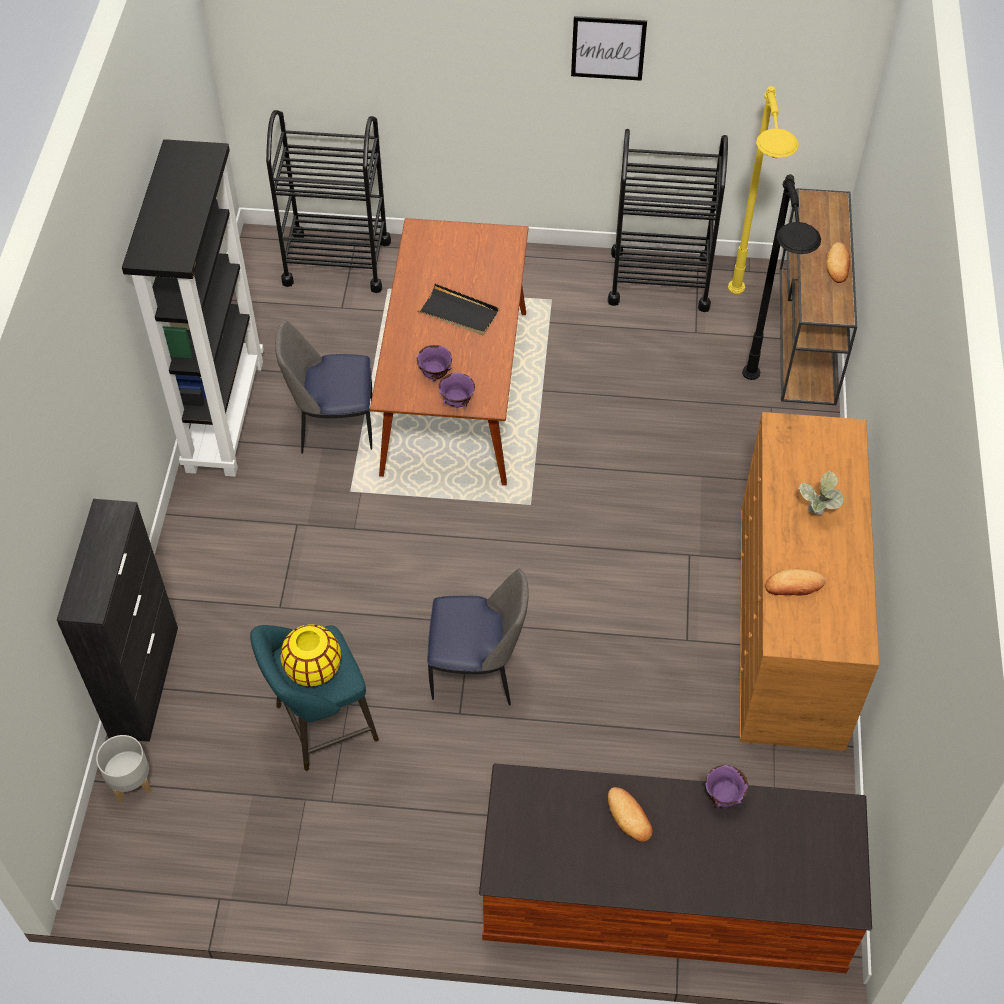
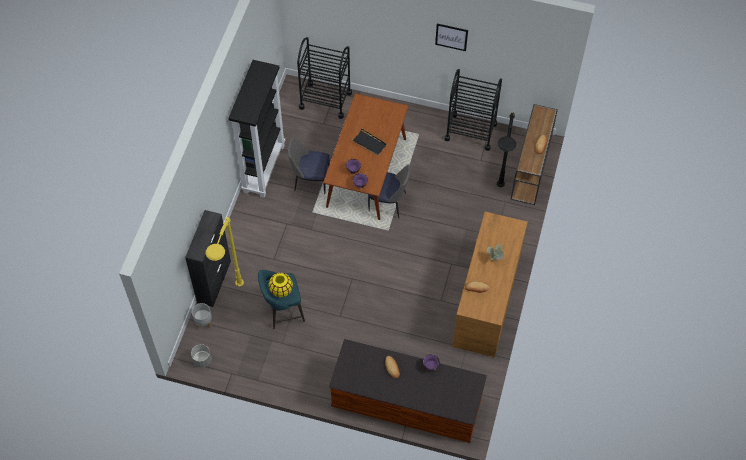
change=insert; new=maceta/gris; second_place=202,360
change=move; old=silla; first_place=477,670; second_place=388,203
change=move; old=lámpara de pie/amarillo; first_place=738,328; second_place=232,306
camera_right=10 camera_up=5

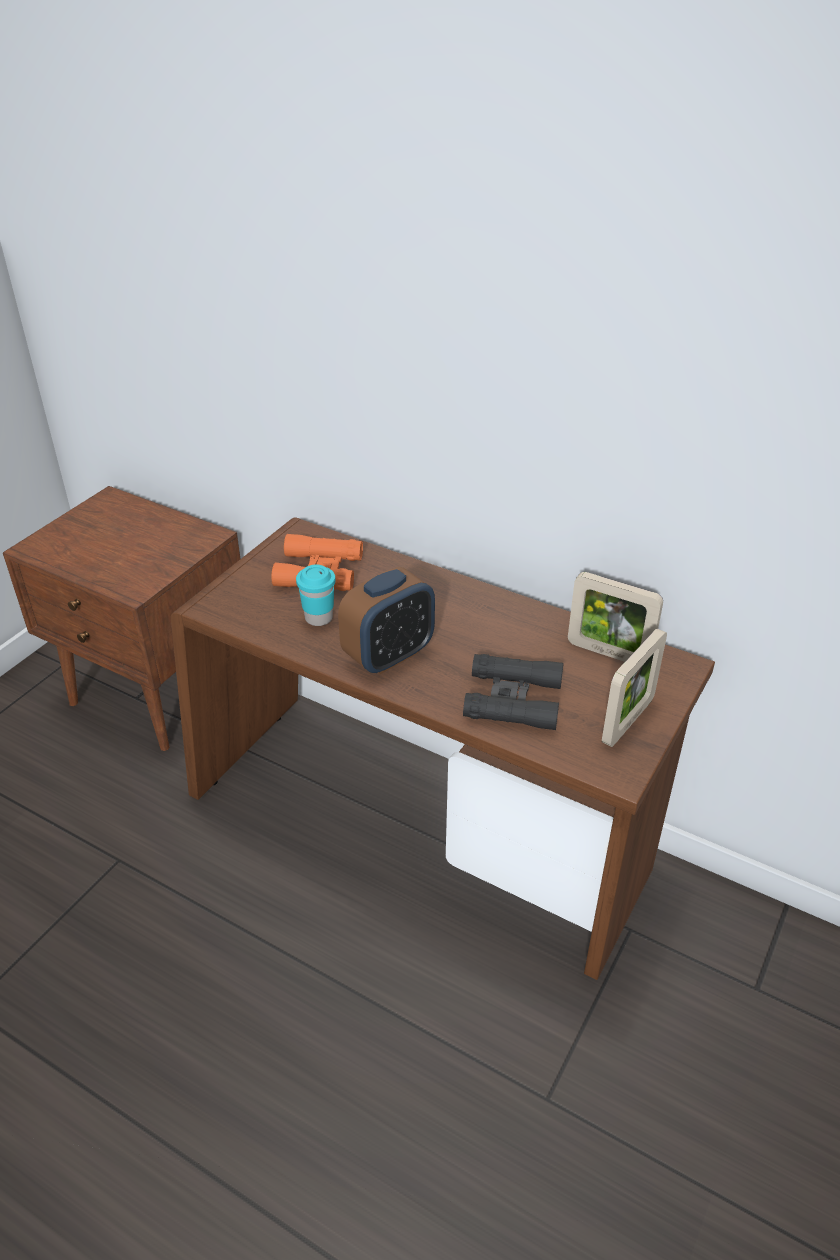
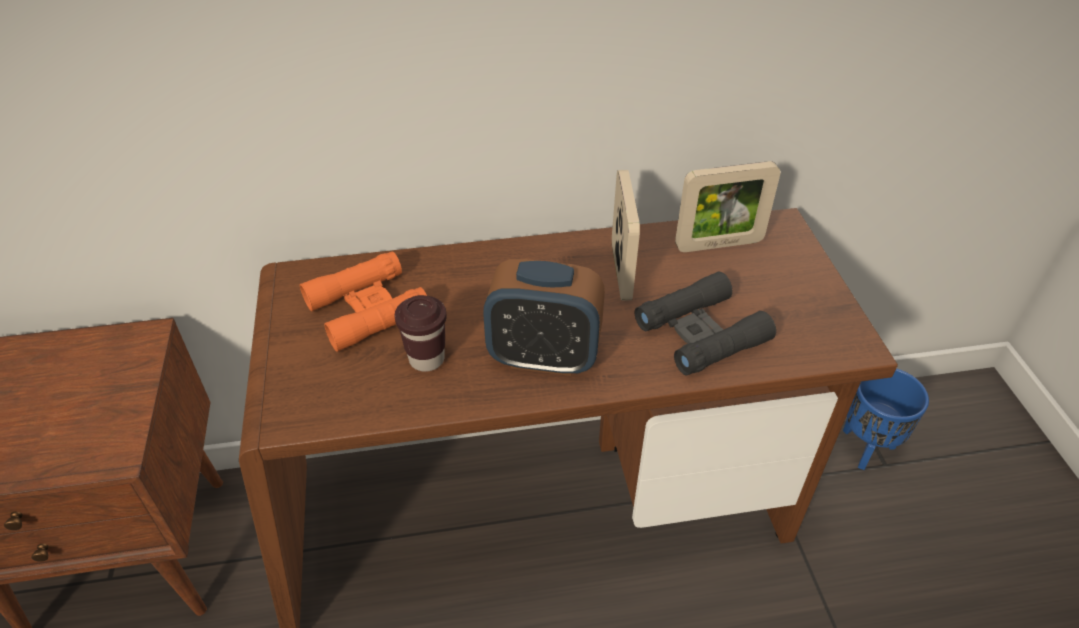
change=insert; new=maceta/azul; second_place=867,448
change=move; old=portarretratos; first_place=628,721; second_place=621,272
change=recolor; old=taza/turquesa; new=taza/marrón; first_place=319,618; second_place=426,359
change=rotate; old=despertador; first_place=389,655; second_place=544,357; degrees=90
camera_right=-40 camera_up=5

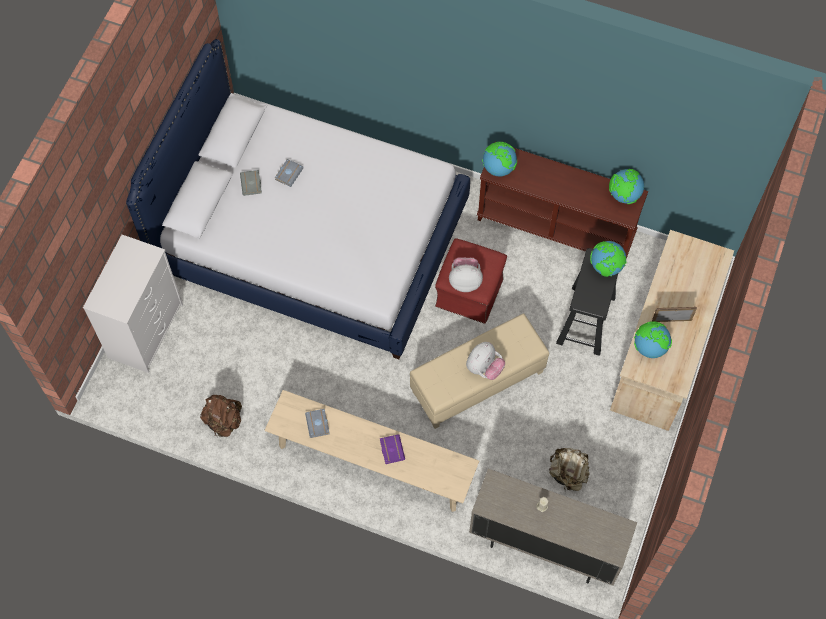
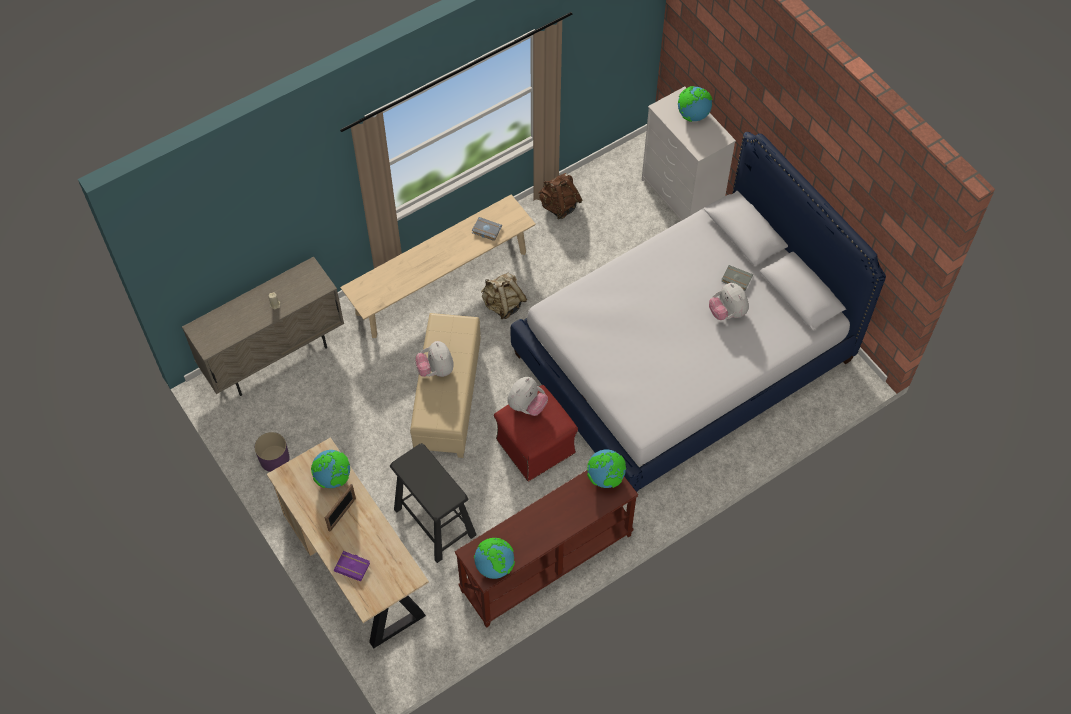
change=insert; new=maceta/morado; second_place=274,458
change=move; old=libro/morado; first_place=391,449; second_place=353,566
change=move; old=mochila/beis; first_place=568,474; second_place=503,305
change=move; old=globo terráqueo; first_place=606,267; second_place=692,115
change=replace; old=libro/gris; new=peluche; first_place=288,173; second_place=727,312
camera_right=125 camera_up=-5

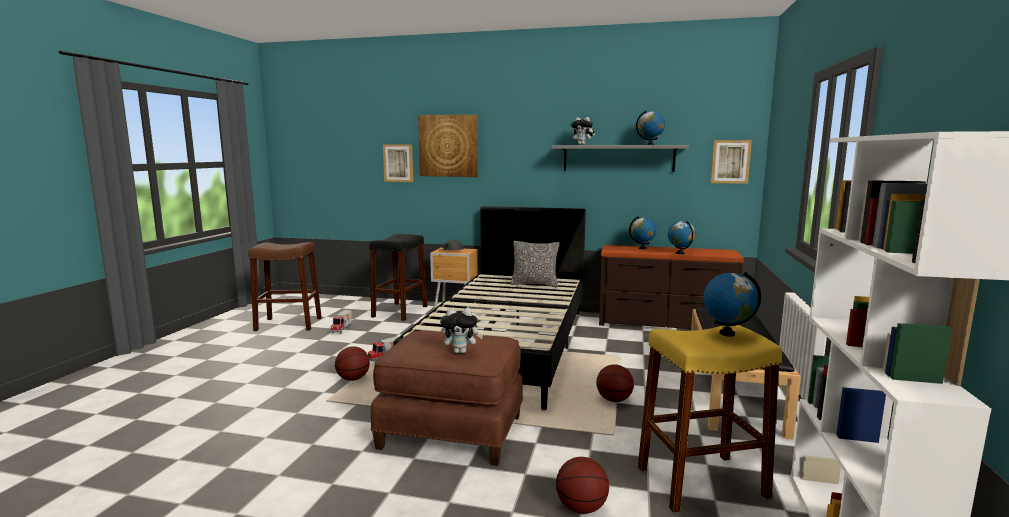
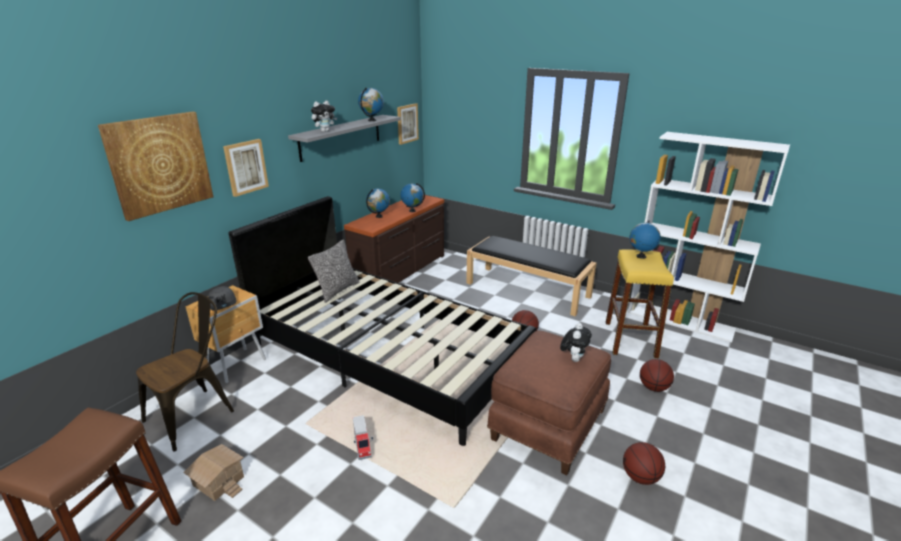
change=move; old=balón de baloncesto; first_place=353,379; second_place=640,477
change=move; old=cuadro; first_place=398,163; second_place=245,167
change=replace; old=camión de juguete; new=casita; first_place=342,330; second_place=219,480
change=replace; old=taburete/negro; new=silla/marrón; first_place=400,311; second_place=196,413
camera_right=-70 camera_up=15

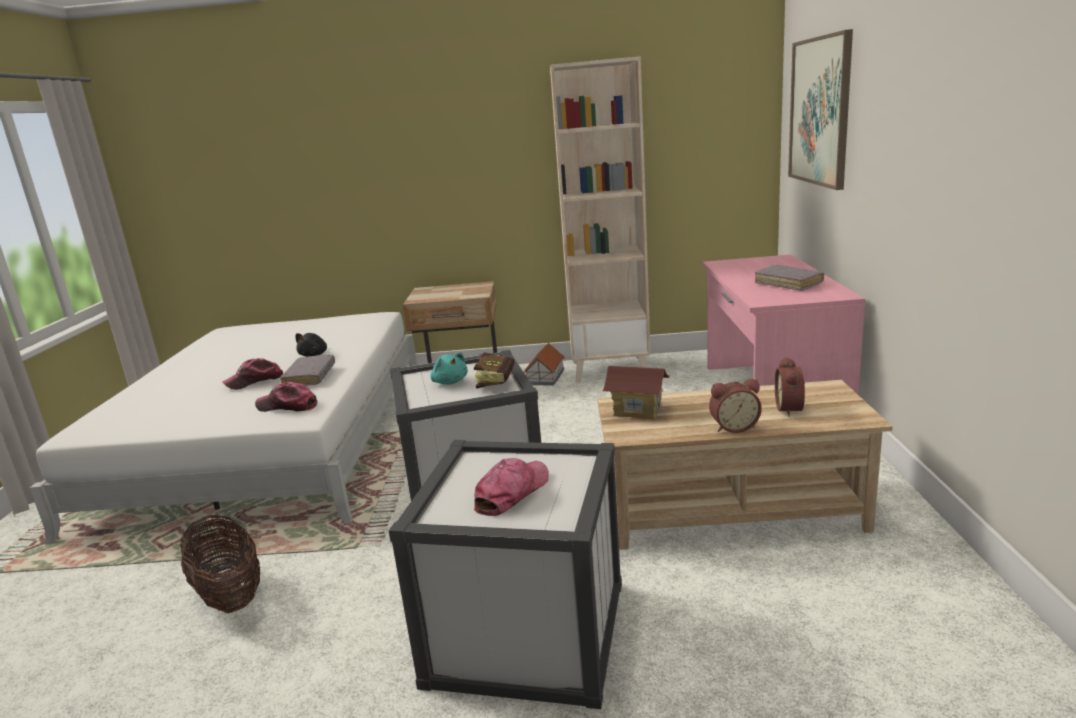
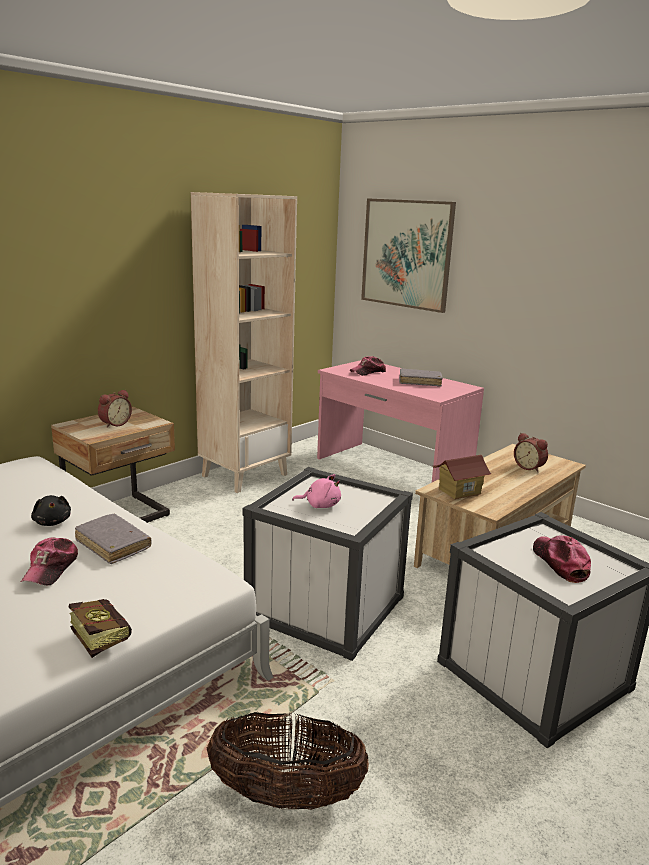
change=delete; old=casita; first_place=546,377
change=move; old=gorra; first_place=287,406; second_place=368,372
change=move; old=libro; first_place=496,382; second_place=97,637
change=move; old=despertador; first_place=733,427; second_place=114,424
change=recolor; old=peluche/turquesa; new=peluche/rosa; first_place=450,382; second_place=320,505
camera_right=-50 camera_up=0

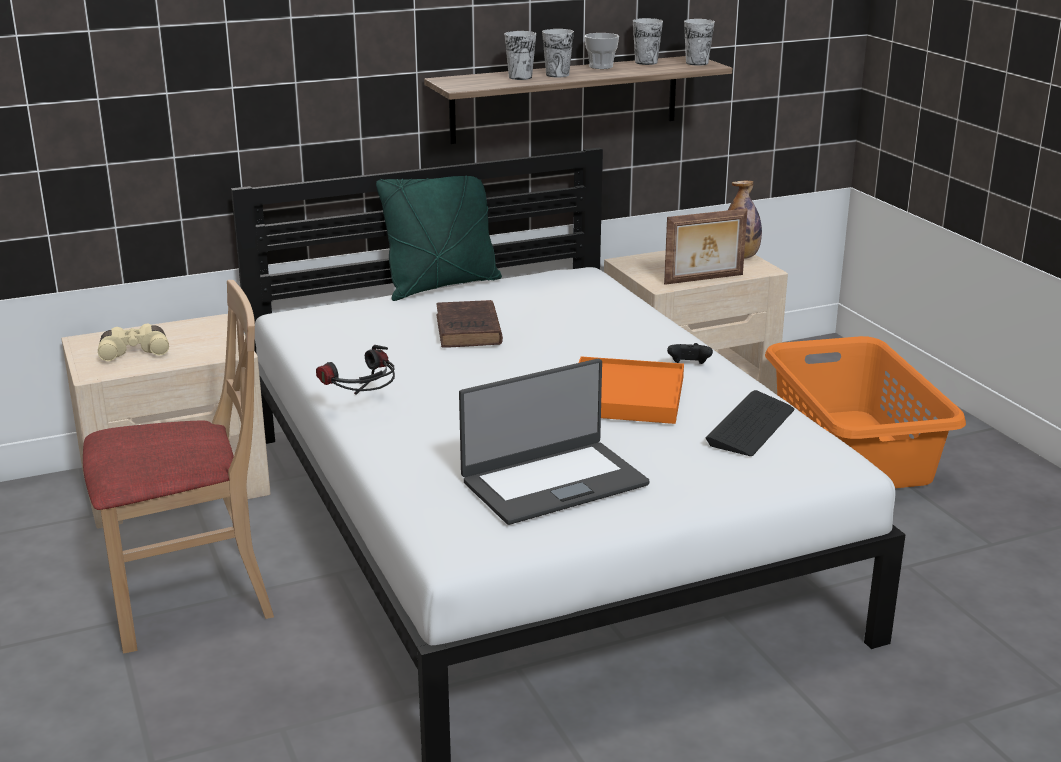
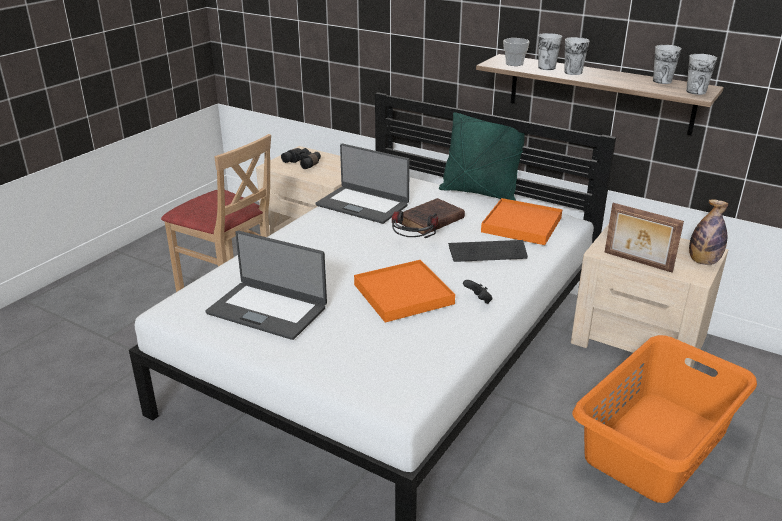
change=insert; new=portátil; second_place=363,205
change=insert; new=bandeja/naranja; second_place=522,225
change=move; old=auriculares; first_place=362,408; second_place=412,246
change=move; old=taza; first_place=601,66; second_place=514,63
change=move; old=teclado; first_place=751,426; second_place=487,252
change=recolor; old=prismáticos/beis; new=prismáticos/negro; first_place=134,351; second_place=303,163
camera_right=55 camera_up=5

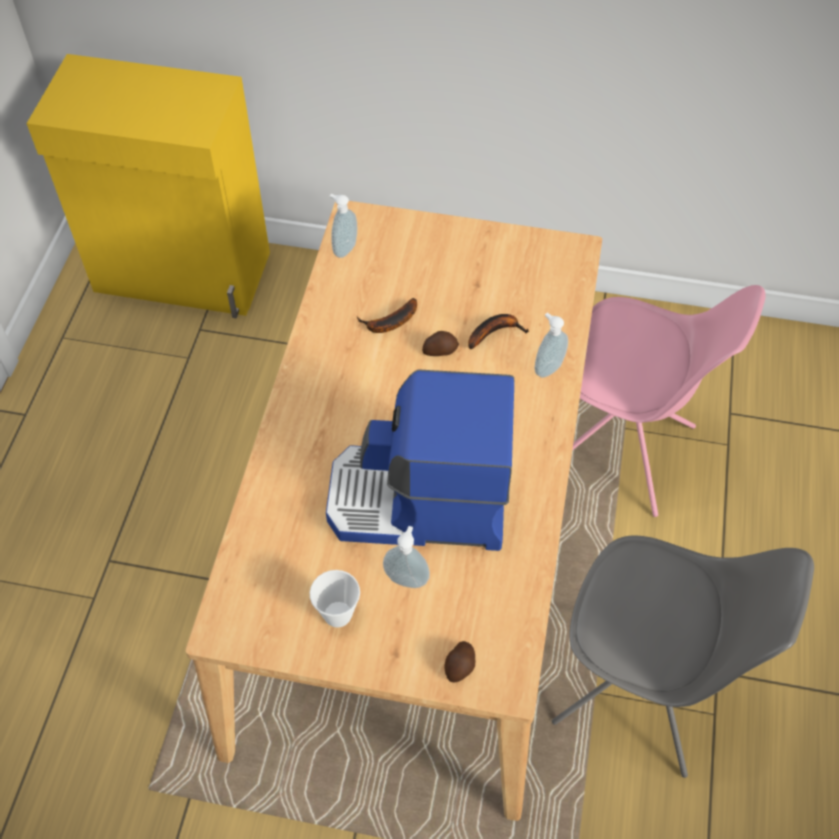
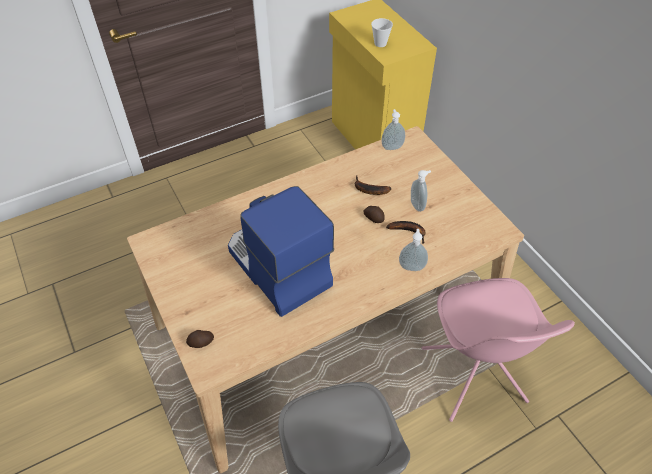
change=move; old=taza; first_place=338,614; second_place=380,43
change=move; old=dispensador de jabón; first_place=407,578; second_place=418,205
camera_right=50 camera_up=-5

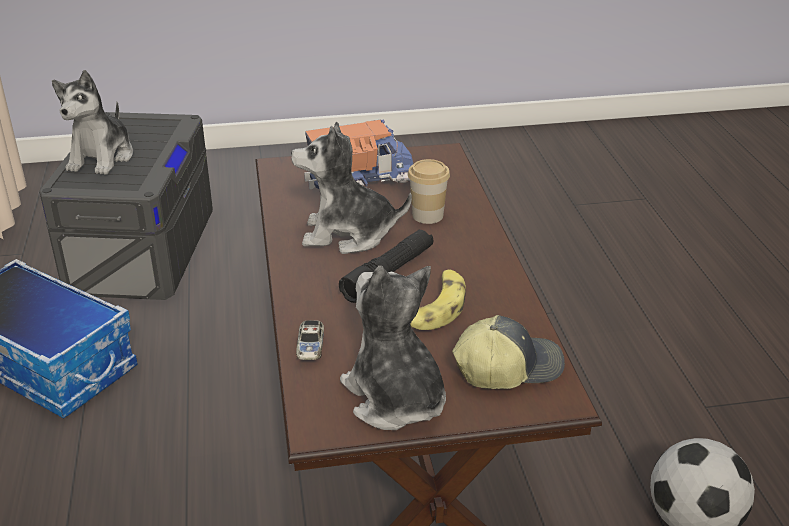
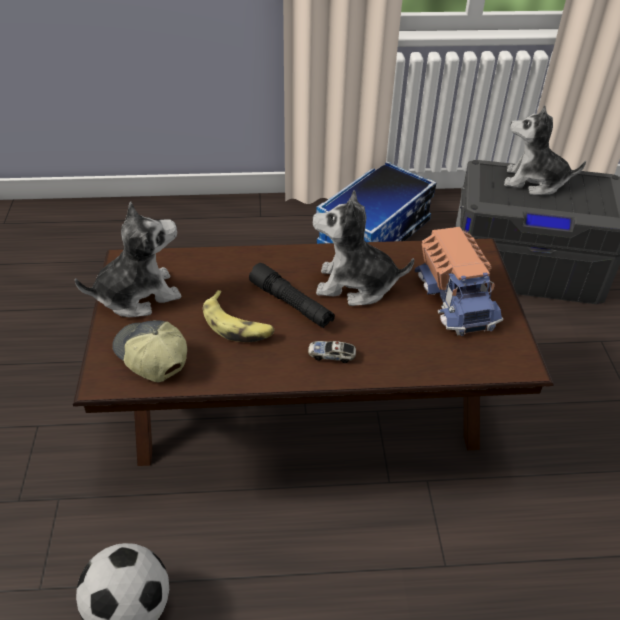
change=delete; old=taza; first_place=427,215
change=move; old=coche de juguete; first_place=310,347; second_place=331,355
change=rotate; old=peluche; first_place=348,234; second_place=355,285; degrees=-90
change=rotate; old=gorra; first_place=507,367; second_place=150,357; degrees=150
camera_right=95 camera_up=10

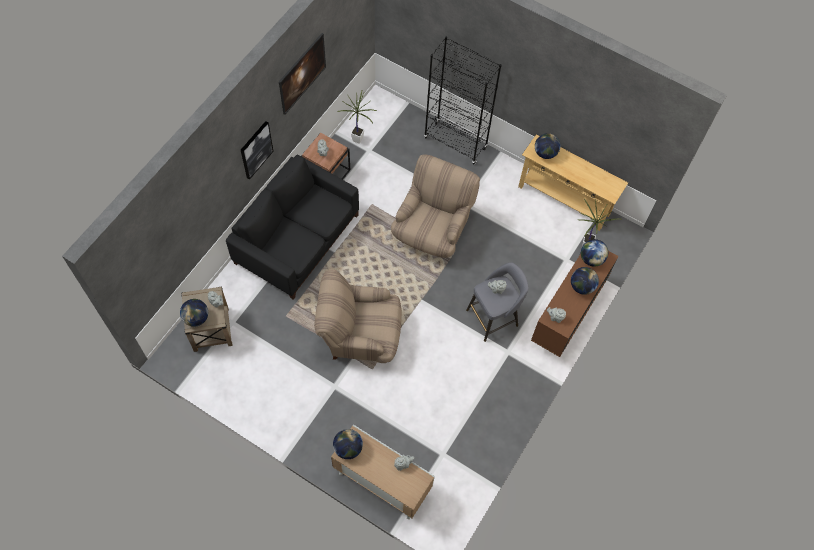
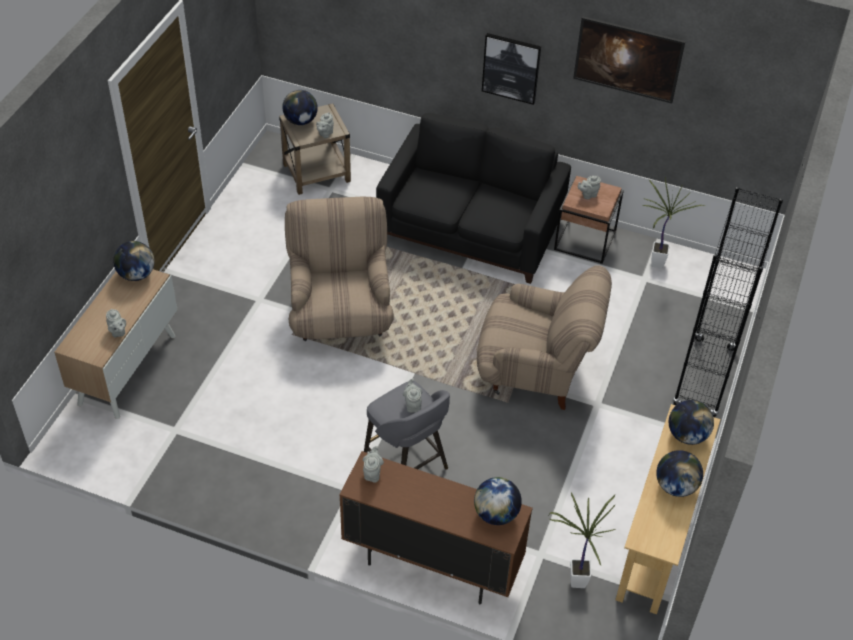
change=move; old=globo terráqueo; first_place=581,286; second_place=675,486
camera_right=80 camera_up=-15

